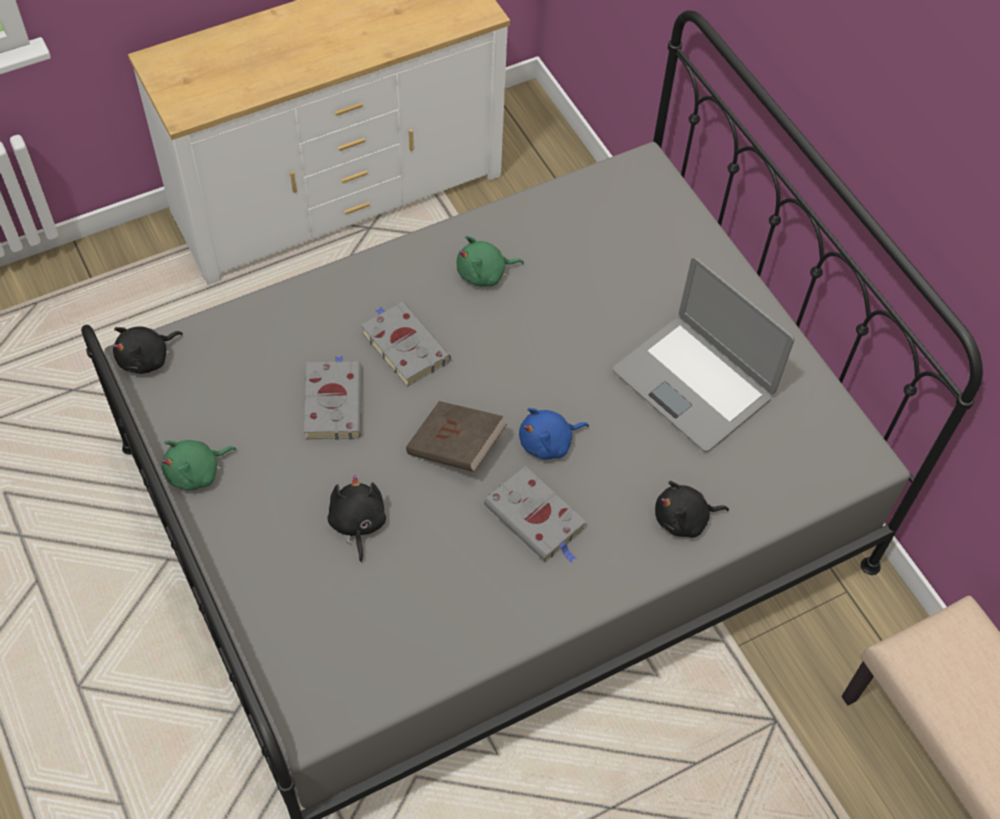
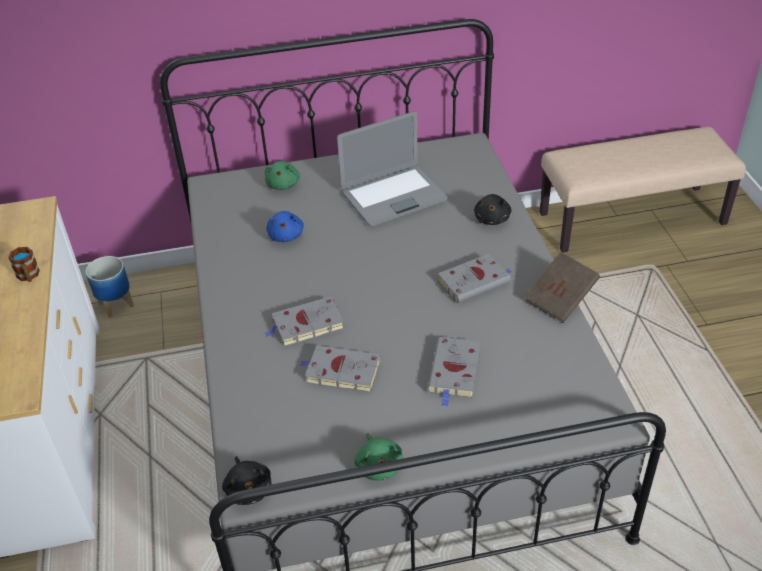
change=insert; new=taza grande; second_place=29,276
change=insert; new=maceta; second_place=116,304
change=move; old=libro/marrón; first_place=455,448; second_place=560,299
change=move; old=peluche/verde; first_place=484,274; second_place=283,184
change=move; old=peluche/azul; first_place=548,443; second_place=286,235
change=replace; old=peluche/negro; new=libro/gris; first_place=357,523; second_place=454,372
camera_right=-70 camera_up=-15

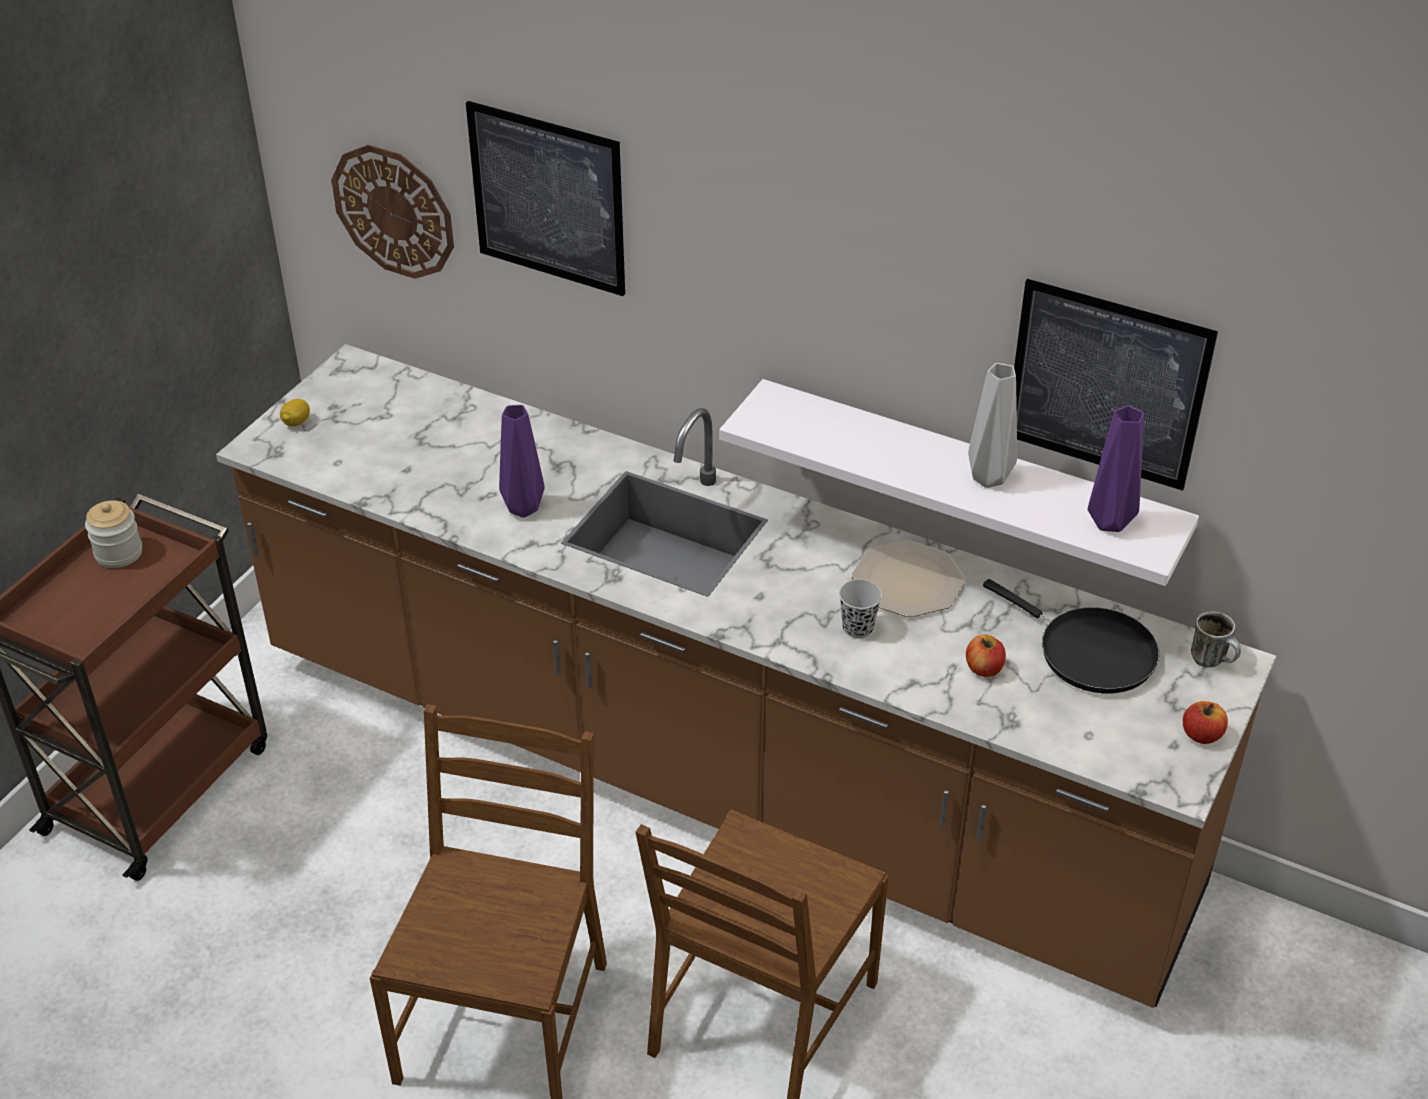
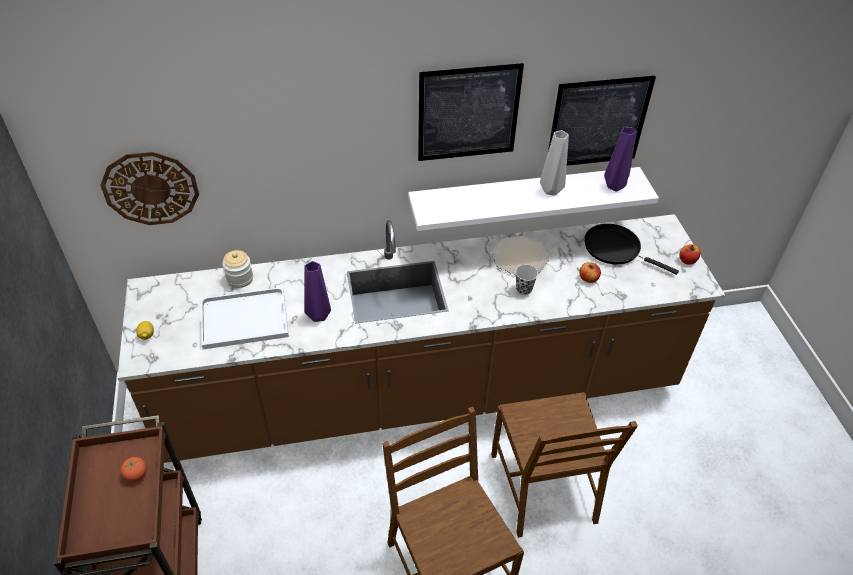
change=delete; old=taza grande; first_place=1213,661
change=insert; new=tomate; second_place=136,475
change=insert; new=bandeja/blanco; second_place=242,320
change=move; old=tarro; first_place=119,553; second_place=240,279
change=move; old=cuadro; first_place=547,198; second_place=468,113
change=rotate; old=sartén/negro; first_place=1089,652; second_place=616,249; degrees=-150
camera_right=-40 camera_up=5

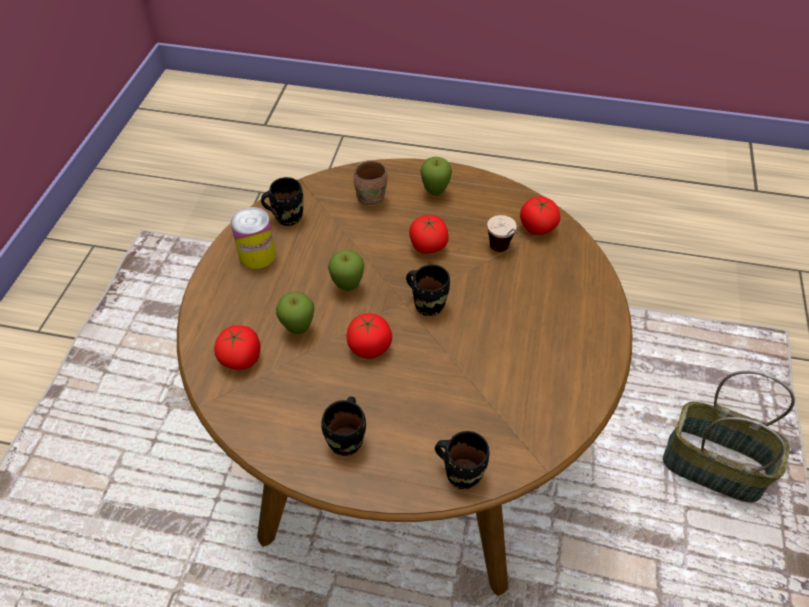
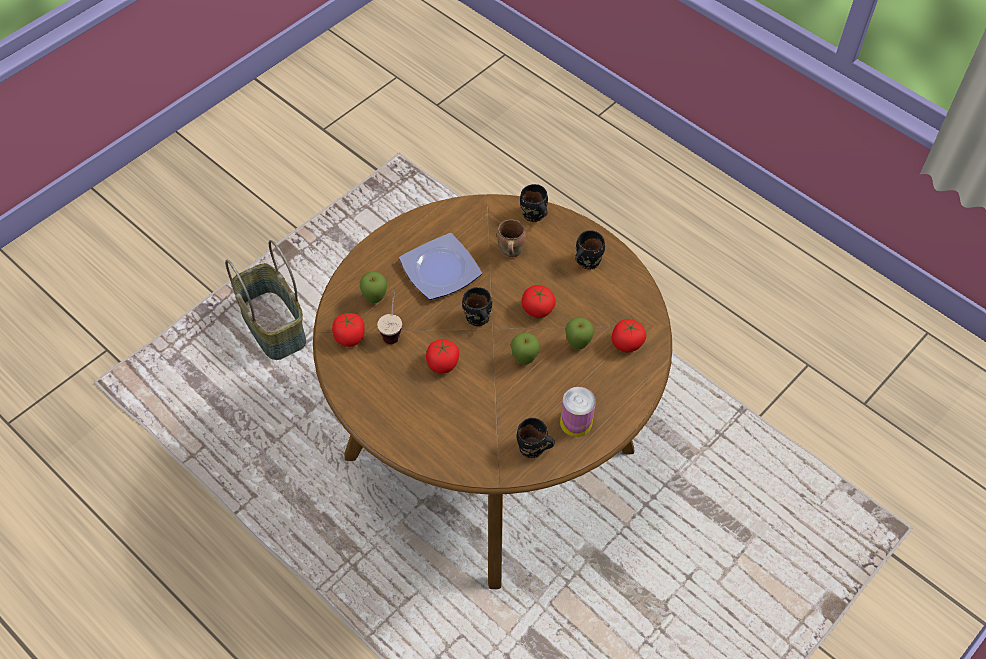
change=insert; new=plato; second_place=442,270
change=move; old=taza grande/marrón; first_place=371,197; second_place=509,251
change=move; old=manzana; first_place=435,192; second_place=374,299
camera_right=-150 camera_up=5

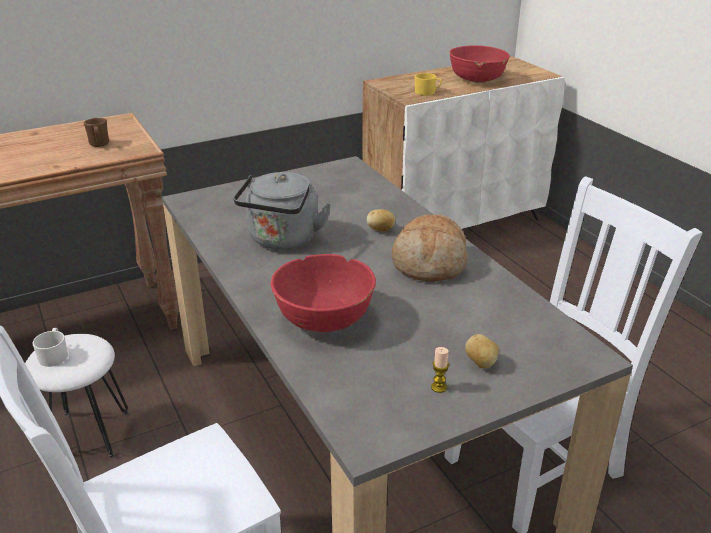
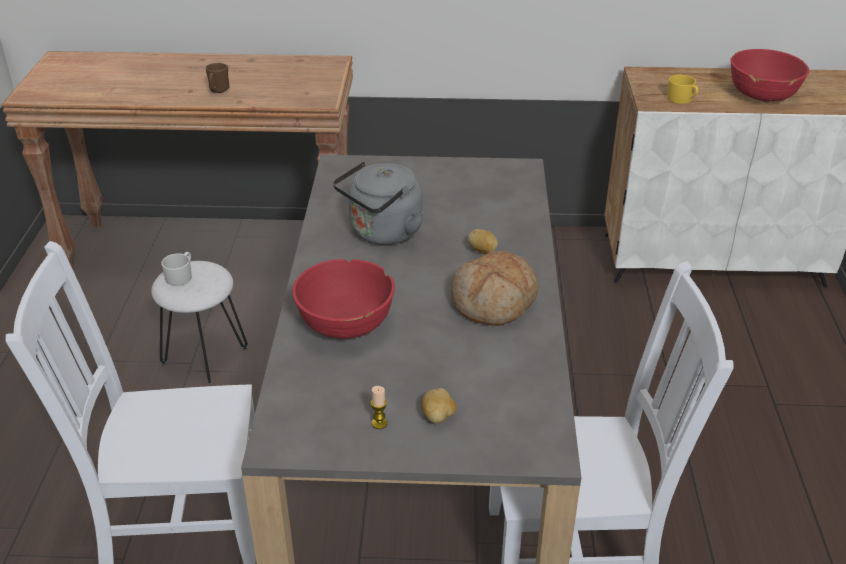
change=move; old=taza grande/marrón; first_place=99,145; second_place=218,91
camera_right=30 camera_up=5

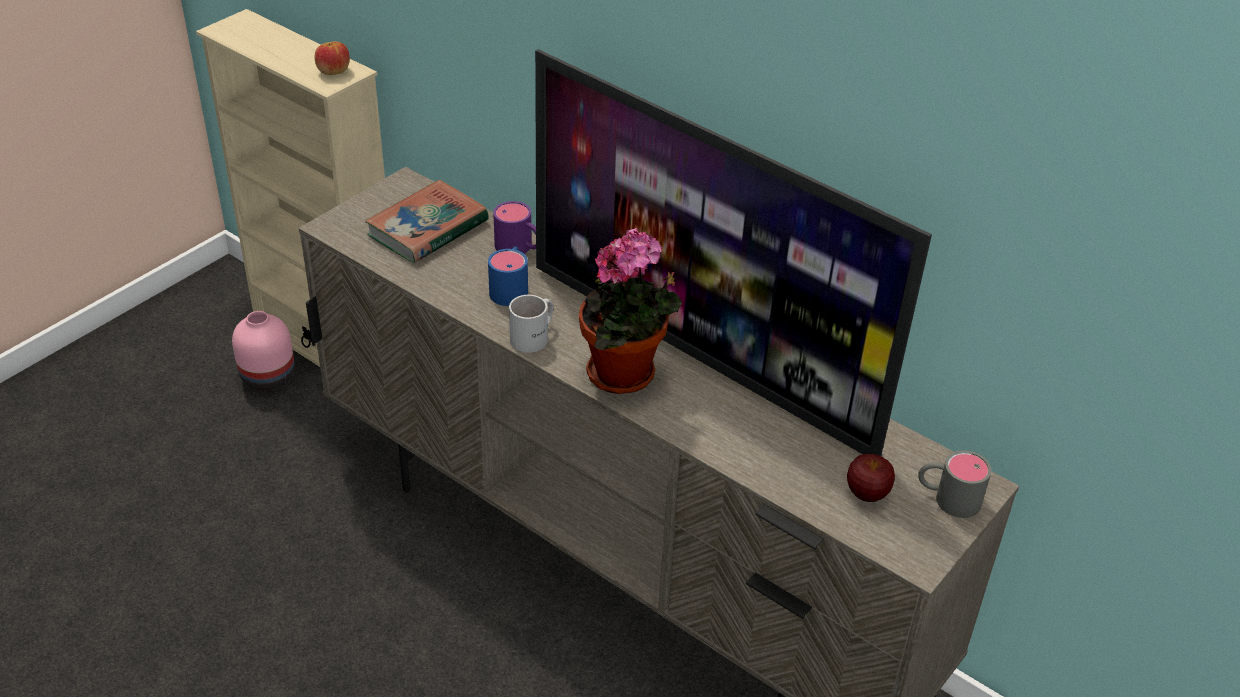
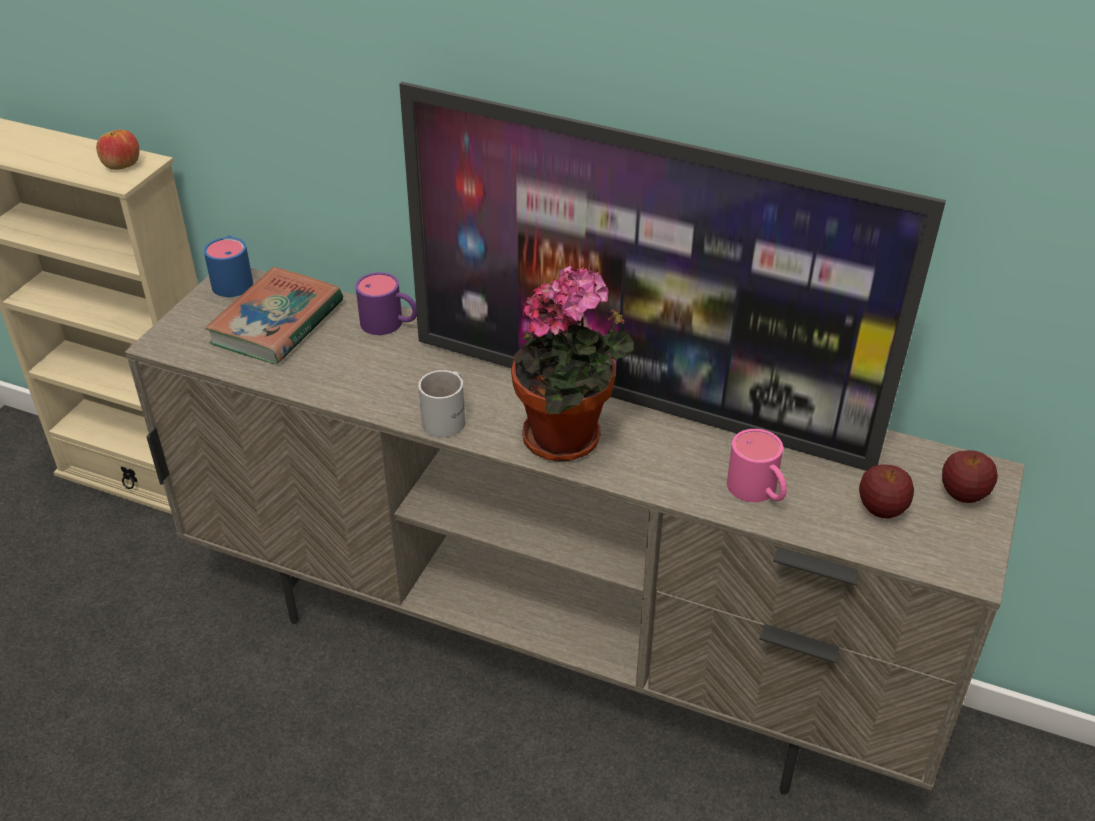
change=delete; old=florero/rosa; first_place=268,378
change=insert; new=taza grande/rosa; second_place=758,492
change=move; old=taza grande/azul; first_place=511,288; second_place=233,279
change=replace; old=taza grande/gris; new=manzana; first_place=947,498; second_place=963,495
camera_right=-15 camera_up=0

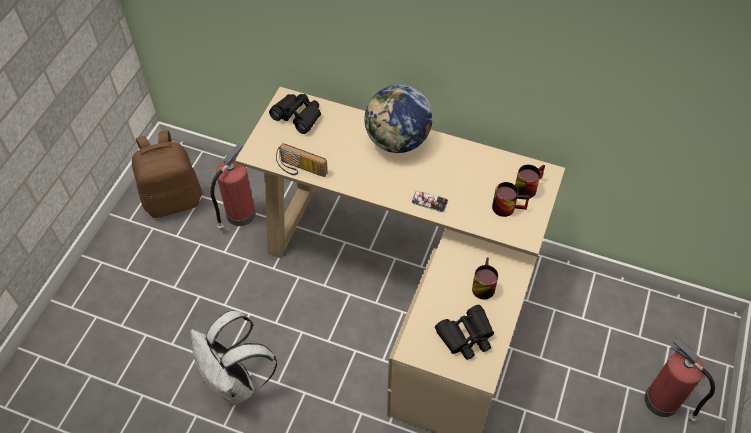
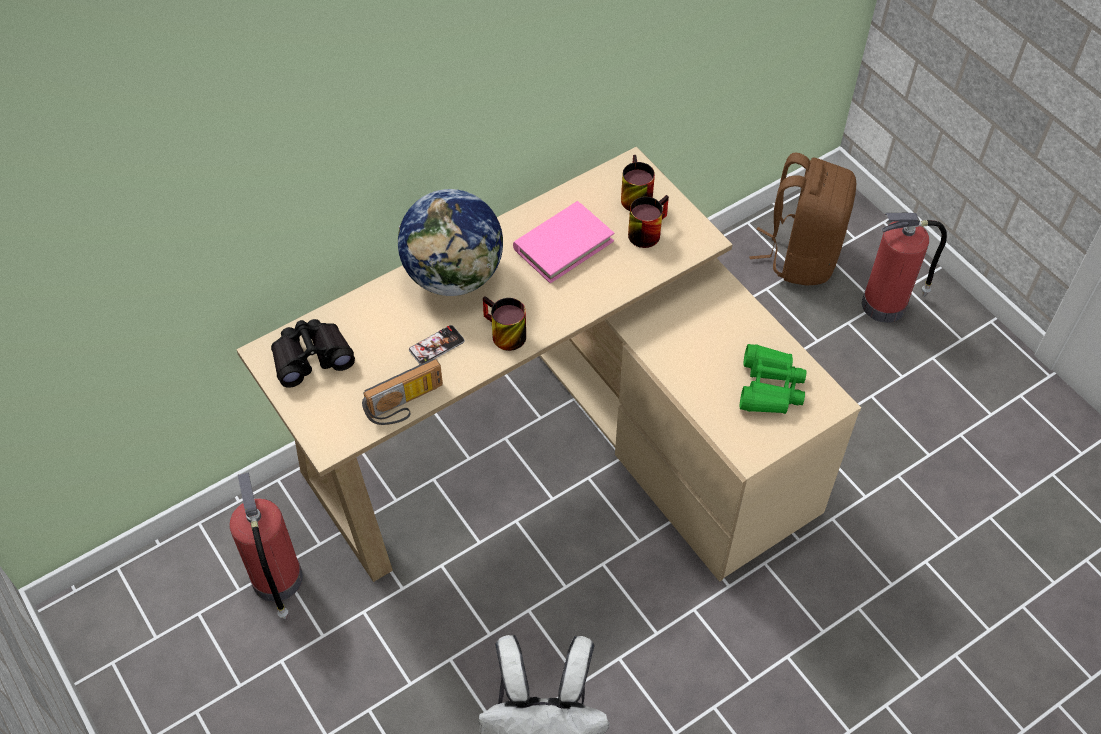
change=insert; new=libro/rosa; second_place=563,245
change=move; old=mochila/marrón; first_place=173,199; second_place=800,255
change=move; old=móvil; first_place=429,201; second_place=436,346
change=move; old=taza grande; first_place=481,285; second_place=502,335
change=recolor; old=prismáticos/negro; new=prismáticos/verde; first_place=466,336; second_place=770,387
camera_right=-55 camera_up=0

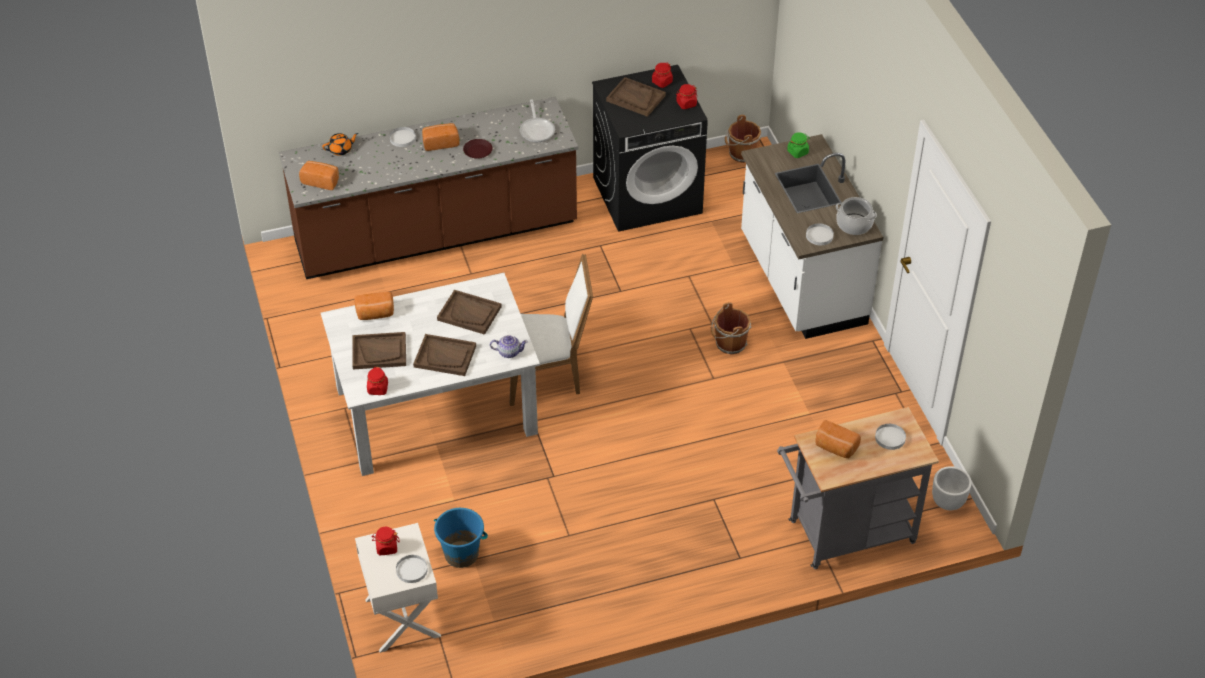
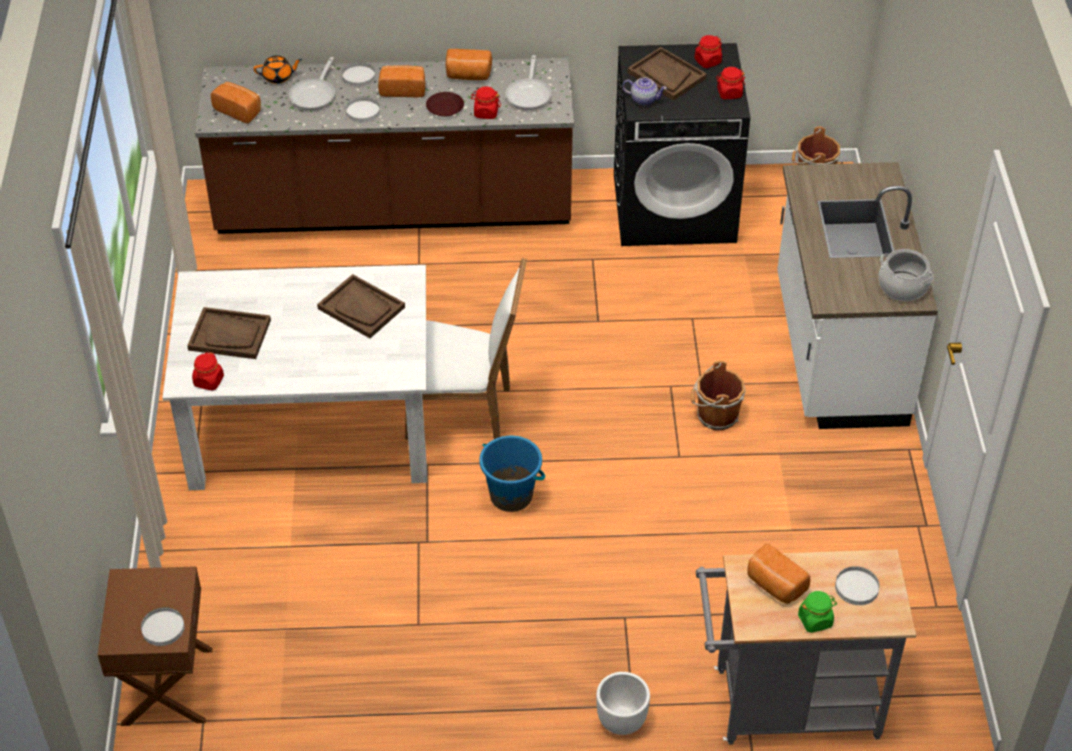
change=delete; old=bandeja/marrón; first_place=445,356
change=insert; new=sartén; second_place=314,95
change=move; old=pan; first_place=375,314; second_place=468,75
change=move; old=tarro/rojo; first_place=386,547; second_place=486,113
change=move; old=cubo/azul; first_place=461,554; second_place=511,495
change=move; old=tetera; first_place=508,352; second_place=643,99
change=move; old=tarro/verde; first_place=797,152; second_place=815,620
change=move; old=plato/blanco; first_place=819,235; second_place=363,111
change=move; old=maceta/blanco; first_place=947,501; second_place=621,720
change=recolor; old=mesita de noche/blanco; new=mesita de noche/marrón; first_place=401,618; second_place=165,686
camera_right=15 camera_up=0

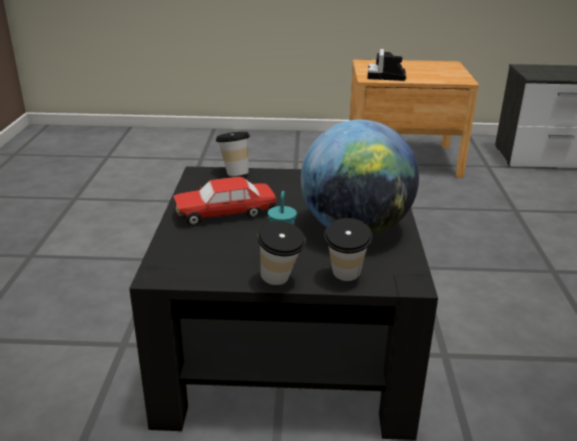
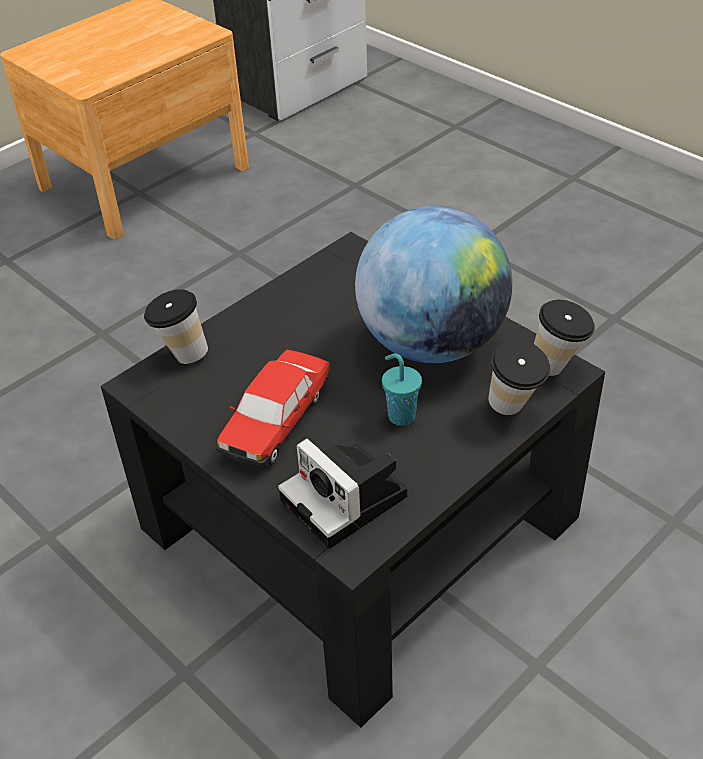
change=move; old=taza; first_place=280,282; second_place=558,367
change=move; old=cámara; first_place=386,76; second_place=348,500
camera_right=-45 camera_up=15

